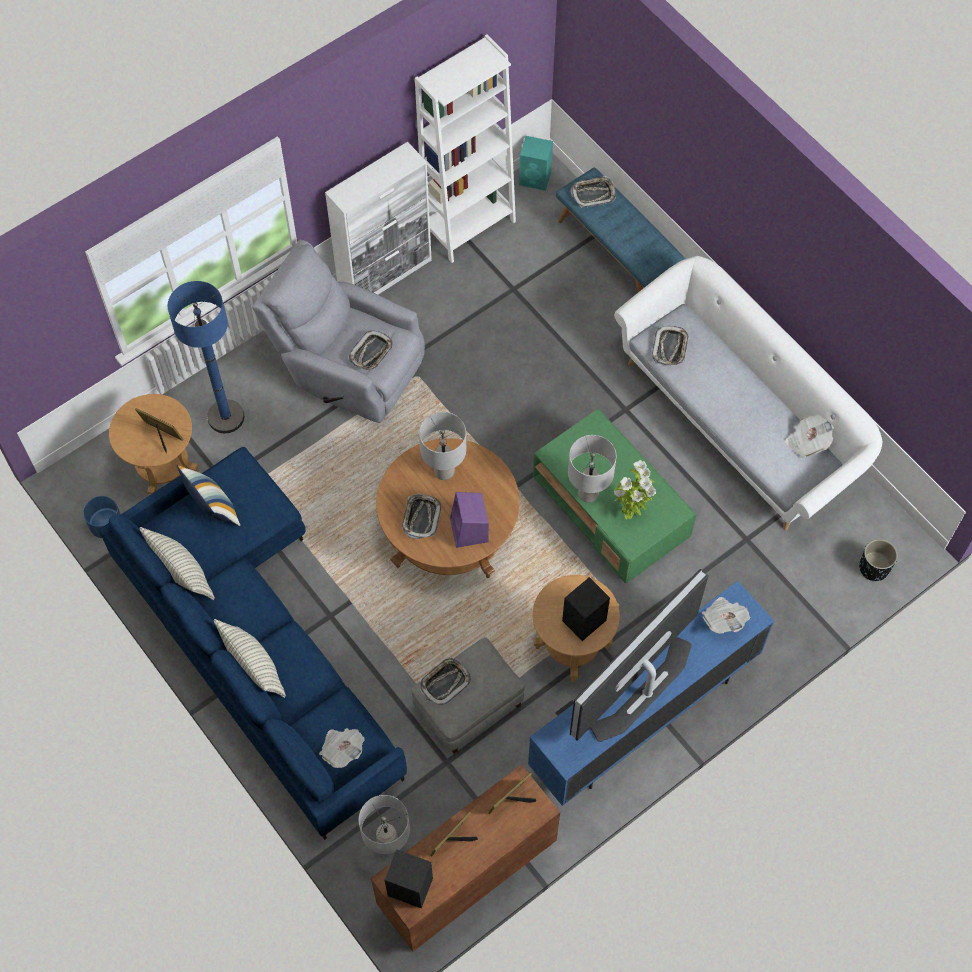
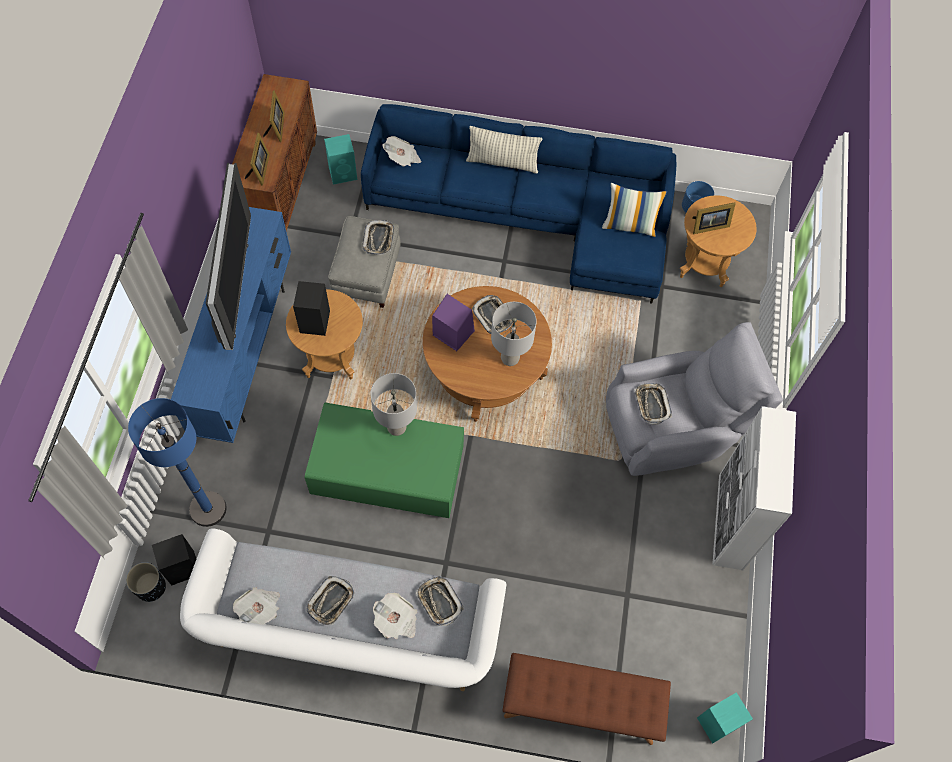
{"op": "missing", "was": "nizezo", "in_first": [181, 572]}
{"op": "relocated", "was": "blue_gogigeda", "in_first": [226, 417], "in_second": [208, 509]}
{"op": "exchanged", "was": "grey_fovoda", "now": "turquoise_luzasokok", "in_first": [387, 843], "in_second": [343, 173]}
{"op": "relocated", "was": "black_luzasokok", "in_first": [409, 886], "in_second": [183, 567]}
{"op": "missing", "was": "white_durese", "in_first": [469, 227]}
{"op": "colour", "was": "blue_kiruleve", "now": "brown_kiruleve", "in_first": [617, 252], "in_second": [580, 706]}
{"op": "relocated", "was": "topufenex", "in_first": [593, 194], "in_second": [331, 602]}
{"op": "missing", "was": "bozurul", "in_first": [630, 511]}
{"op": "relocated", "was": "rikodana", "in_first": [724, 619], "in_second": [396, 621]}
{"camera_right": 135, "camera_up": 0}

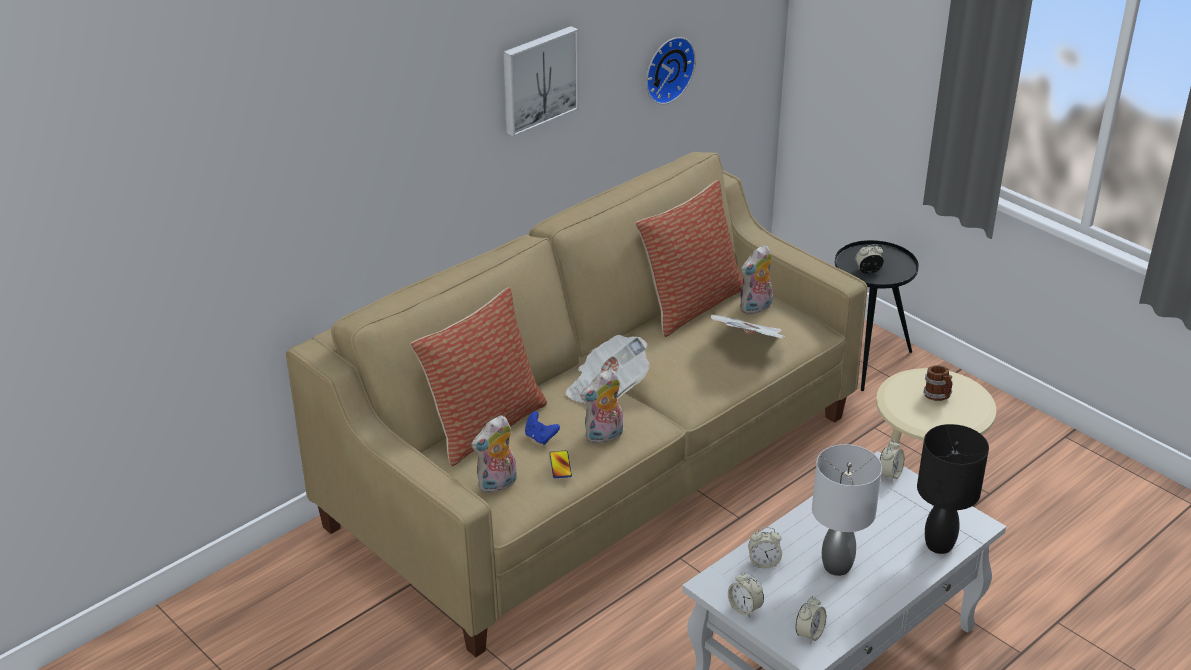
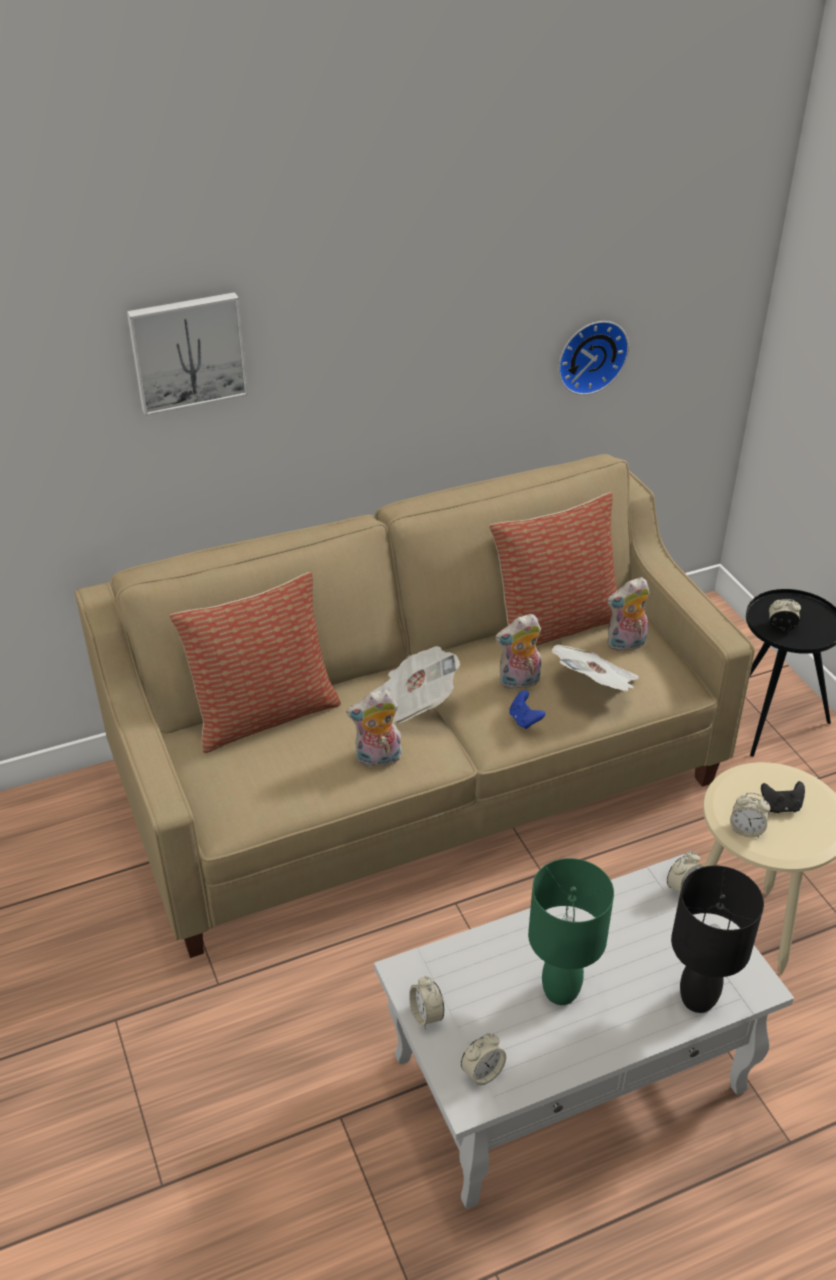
{"op": "relocated", "was": "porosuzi", "in_first": [497, 485], "in_second": [519, 682]}
{"op": "relocated", "was": "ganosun", "in_first": [538, 79], "in_second": [187, 352]}
{"op": "relocated", "was": "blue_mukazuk", "in_first": [540, 437], "in_second": [524, 720]}
{"op": "missing", "was": "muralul", "in_first": [560, 465]}
{"op": "relocated", "was": "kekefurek", "in_first": [763, 562], "in_second": [746, 829]}
{"op": "colour", "was": "grey_fovoda", "now": "green_fovoda", "in_first": [838, 566], "in_second": [562, 991]}
{"op": "exchanged", "was": "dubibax", "now": "black_mukazuk", "in_first": [938, 397], "in_second": [781, 806]}
{"camera_right": 20, "camera_up": 5}

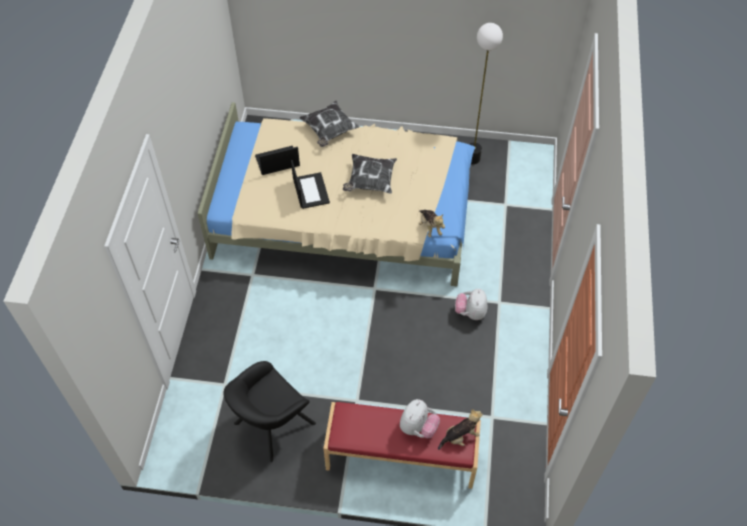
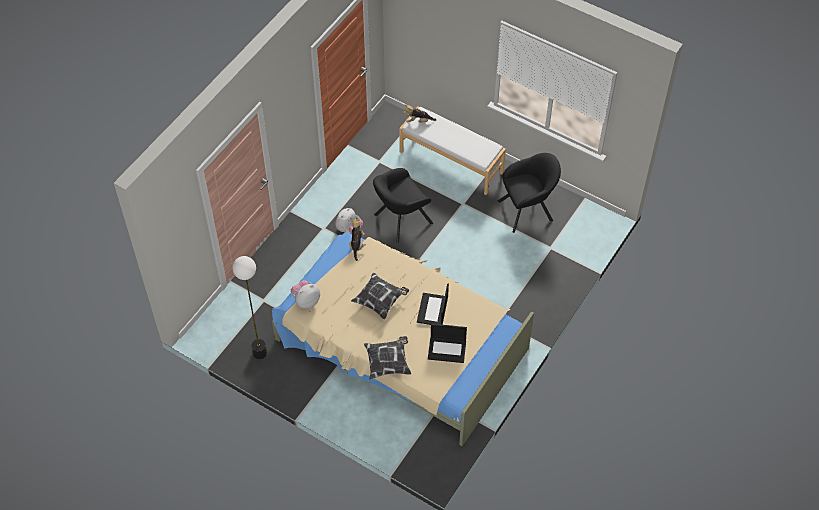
{"op": "colour", "was": "red_kiruleve", "now": "white_kiruleve", "in_first": [401, 457], "in_second": [451, 161]}
{"op": "relocated", "was": "porosuzi", "in_first": [418, 427], "in_second": [306, 301]}
{"op": "appeared", "now": "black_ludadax", "in_second": [400, 220]}
{"camera_right": -155, "camera_up": 0}

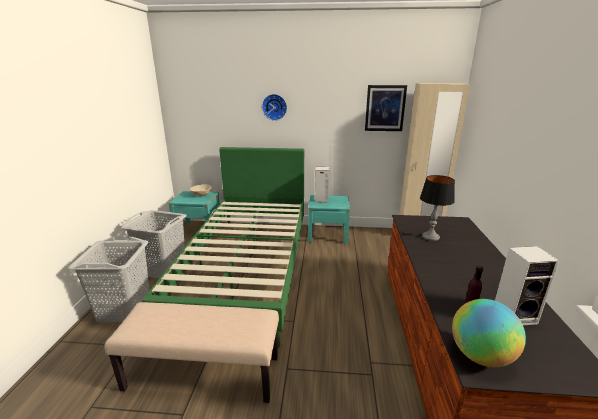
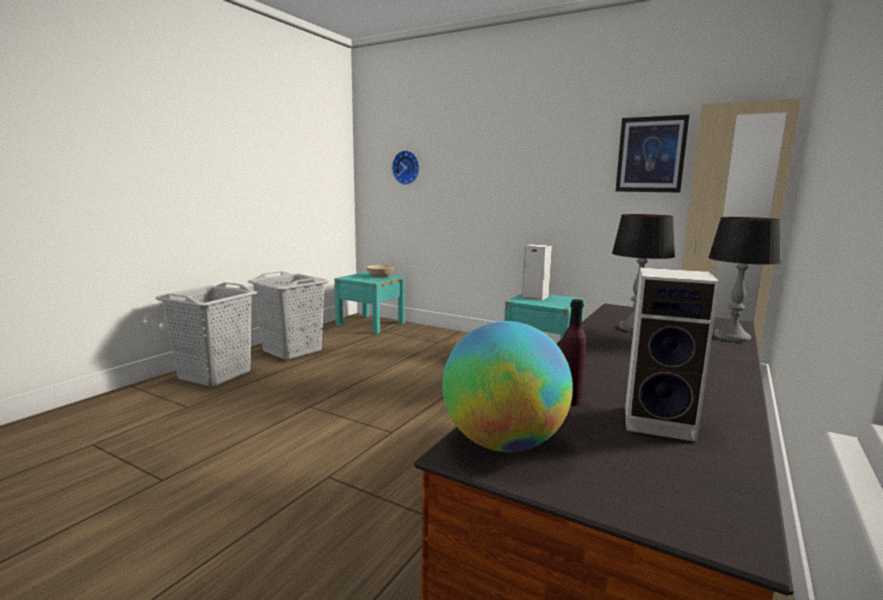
{"op": "missing", "was": "beige_kiruleve", "in_first": [204, 373]}
{"op": "missing", "was": "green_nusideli", "in_first": [247, 268]}
{"op": "relocated", "was": "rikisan", "in_first": [274, 107], "in_second": [407, 167]}
{"op": "appeared", "now": "fovoda", "in_second": [731, 337]}
{"camera_right": 25, "camera_up": -10}

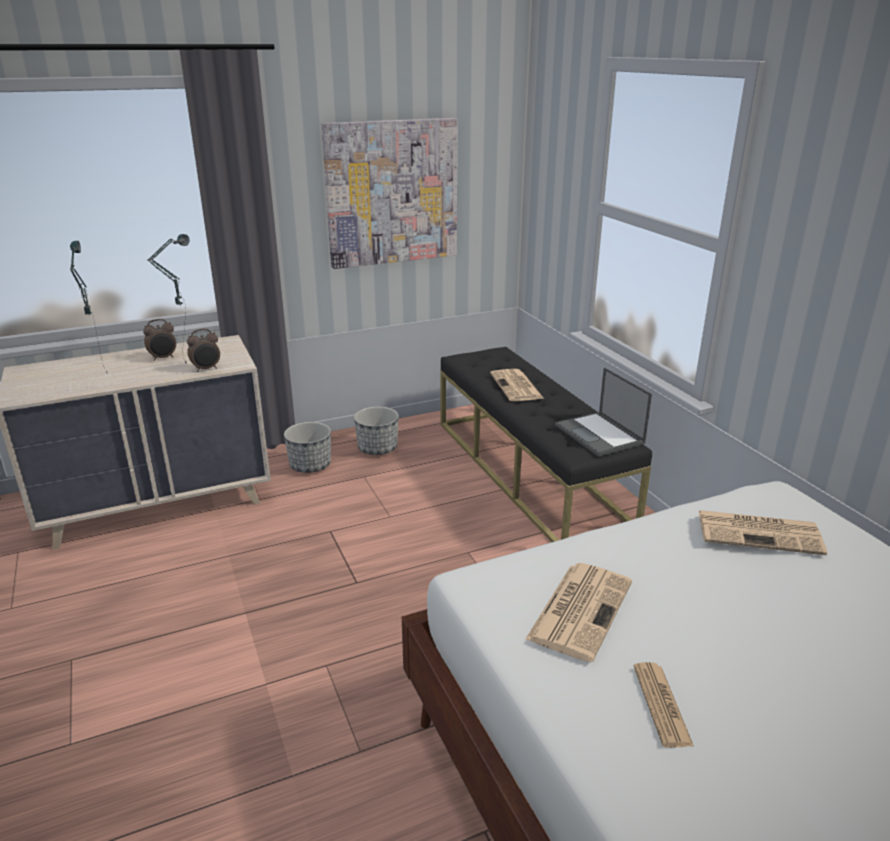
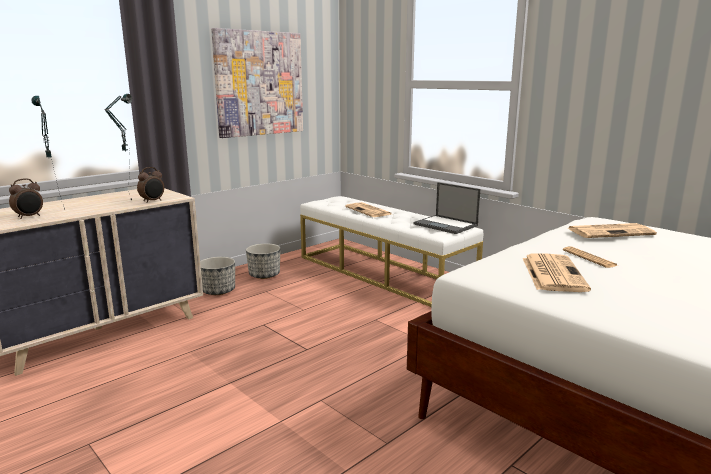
{"op": "relocated", "was": "kekefurek", "in_first": [163, 358], "in_second": [29, 217]}
{"op": "colour", "was": "black_kiruleve", "now": "white_kiruleve", "in_first": [529, 472], "in_second": [383, 273]}
{"op": "relocated", "was": "rikodana", "in_first": [661, 704], "in_second": [589, 258]}
{"camera_right": -20, "camera_up": -10}

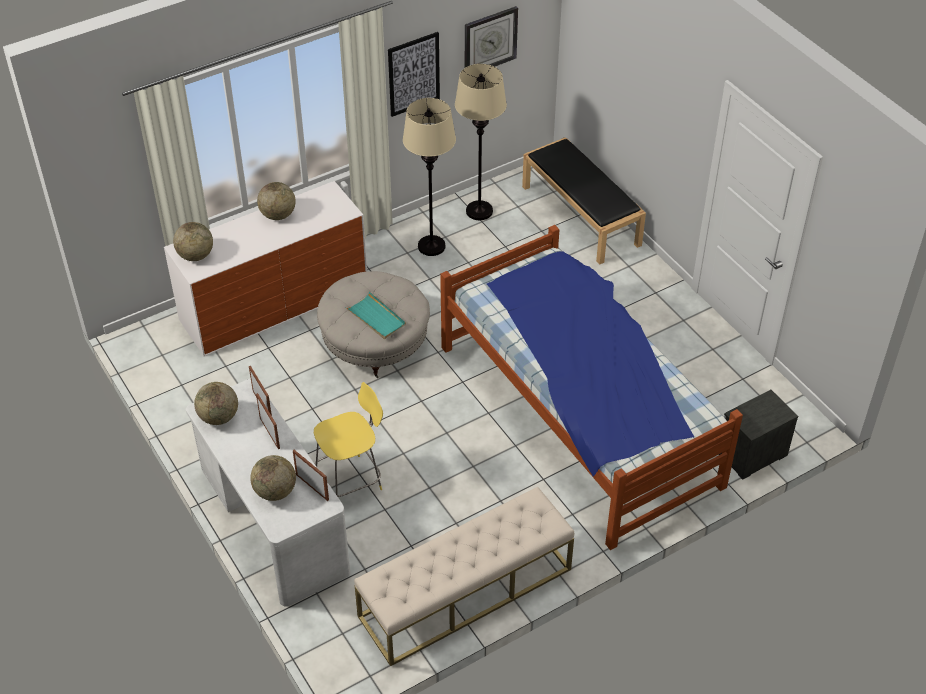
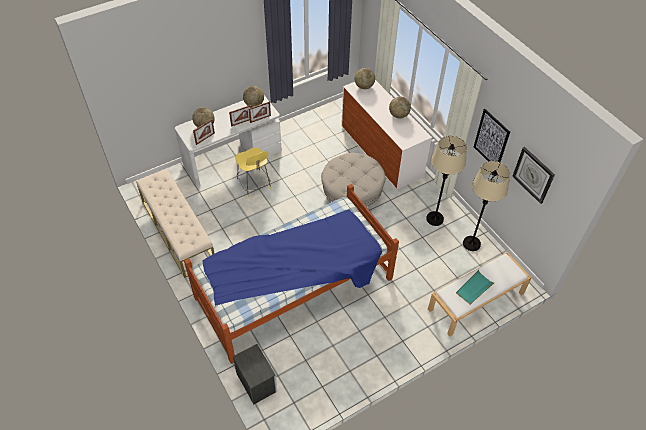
{"op": "relocated", "was": "turquoise_topufenex", "in_first": [376, 318], "in_second": [474, 288]}
{"op": "colour", "was": "black_kiruleve", "now": "white_kiruleve", "in_first": [581, 216], "in_second": [476, 301]}
{"camera_right": 90, "camera_up": 5}

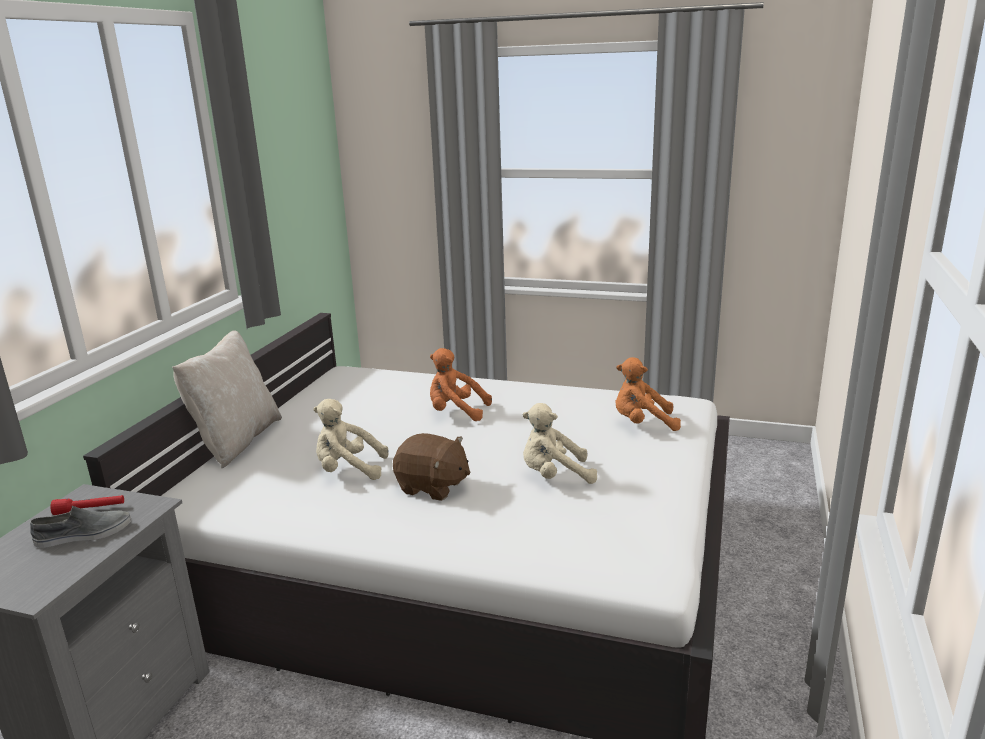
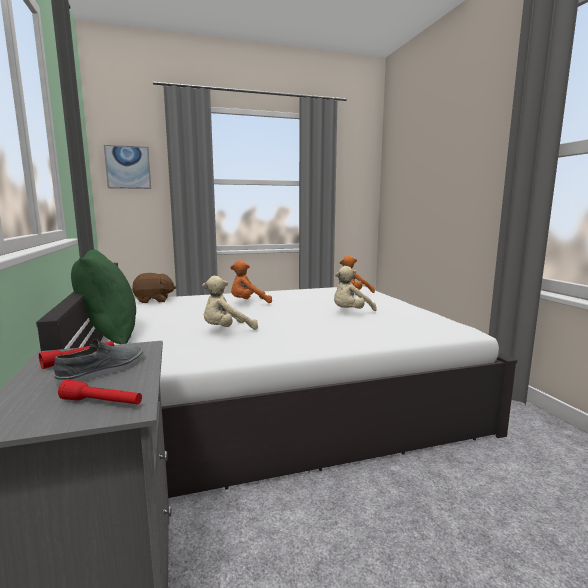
{"op": "colour", "was": "beige_nizezo", "now": "green_nizezo", "in_first": [236, 441], "in_second": [109, 334]}
{"op": "relocated", "was": "brown_porosuzi", "in_first": [432, 487], "in_second": [154, 300]}
{"op": "appeared", "now": "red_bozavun", "in_second": [102, 403]}
{"op": "appeared", "now": "ganosun", "in_second": [128, 167]}
{"camera_right": -35, "camera_up": -10}

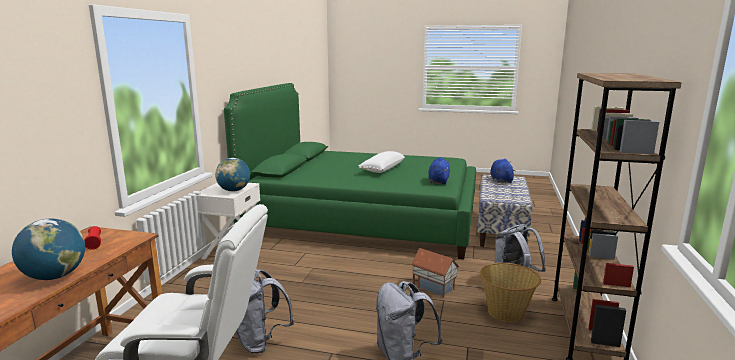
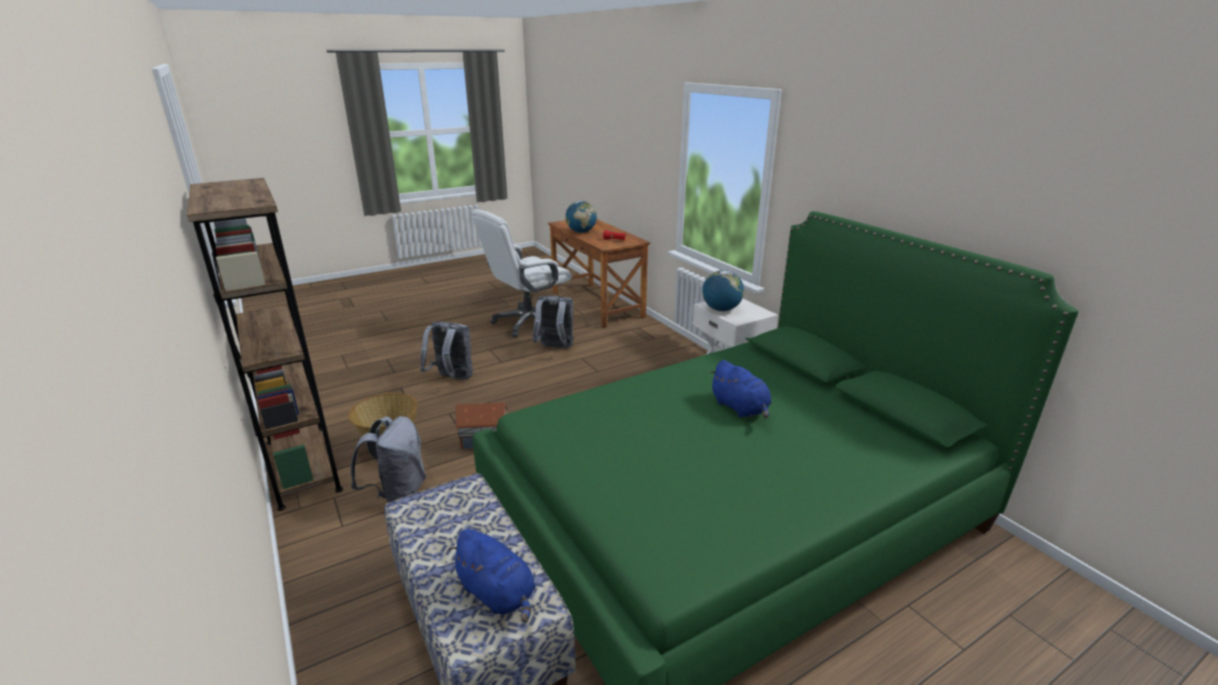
{"op": "missing", "was": "white_nizezo", "in_first": [381, 169]}
{"op": "relocated", "was": "blue_porosuzi", "in_first": [438, 181], "in_second": [740, 408]}
{"camera_right": 135, "camera_up": 10}

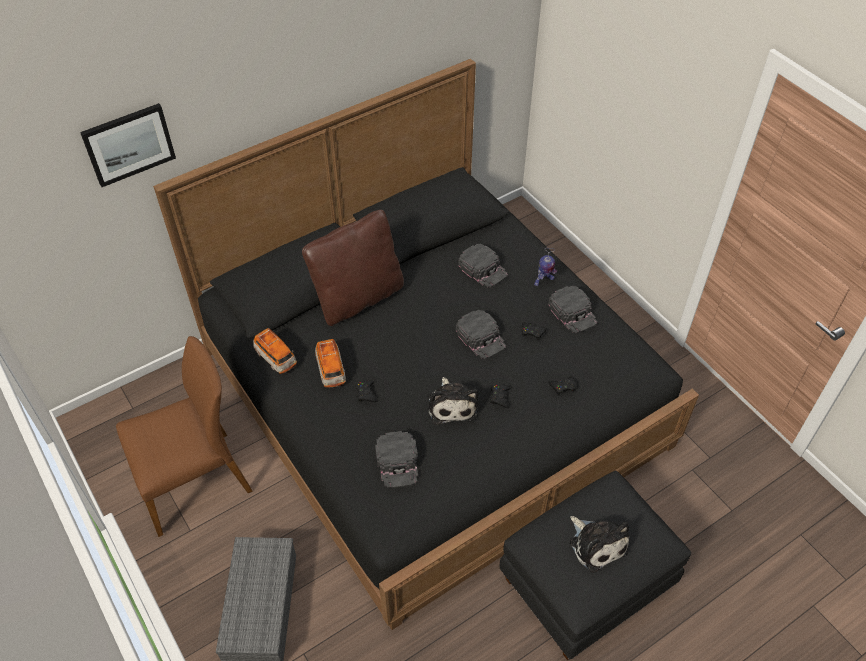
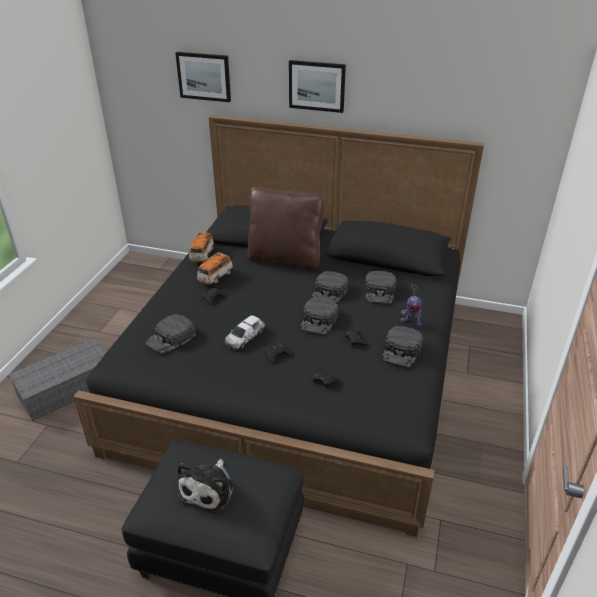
{"op": "missing", "was": "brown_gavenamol", "in_first": [194, 480]}
{"op": "exchanged", "was": "porosuzi", "now": "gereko", "in_first": [452, 405], "in_second": [244, 337]}
{"op": "appeared", "now": "ganosun", "in_second": [317, 86]}
{"op": "appeared", "now": "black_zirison", "in_second": [329, 292]}
{"camera_right": 50, "camera_up": -15}

